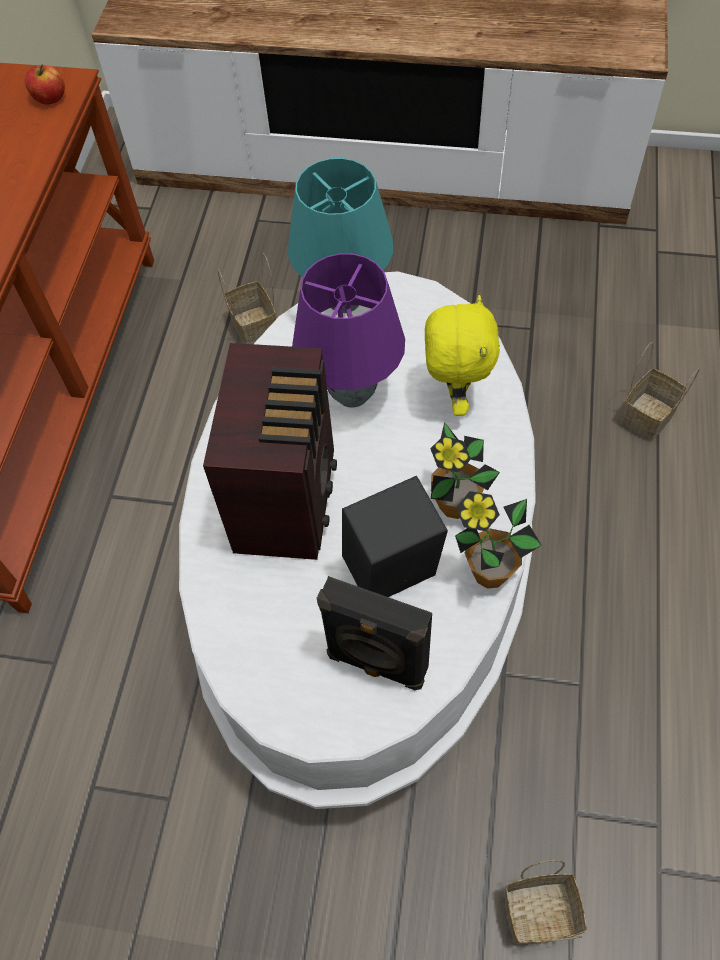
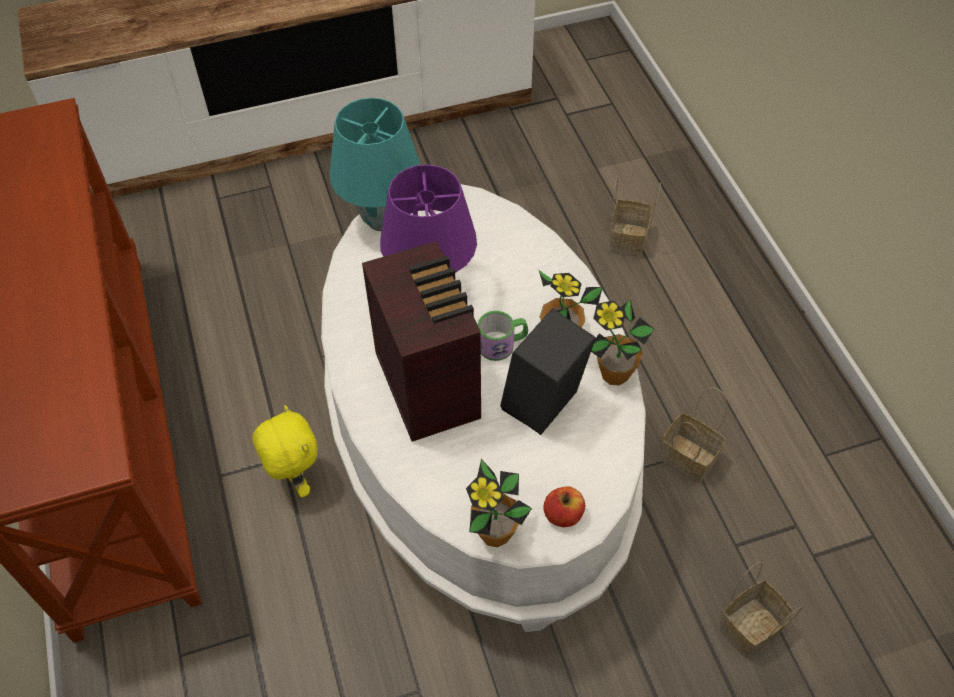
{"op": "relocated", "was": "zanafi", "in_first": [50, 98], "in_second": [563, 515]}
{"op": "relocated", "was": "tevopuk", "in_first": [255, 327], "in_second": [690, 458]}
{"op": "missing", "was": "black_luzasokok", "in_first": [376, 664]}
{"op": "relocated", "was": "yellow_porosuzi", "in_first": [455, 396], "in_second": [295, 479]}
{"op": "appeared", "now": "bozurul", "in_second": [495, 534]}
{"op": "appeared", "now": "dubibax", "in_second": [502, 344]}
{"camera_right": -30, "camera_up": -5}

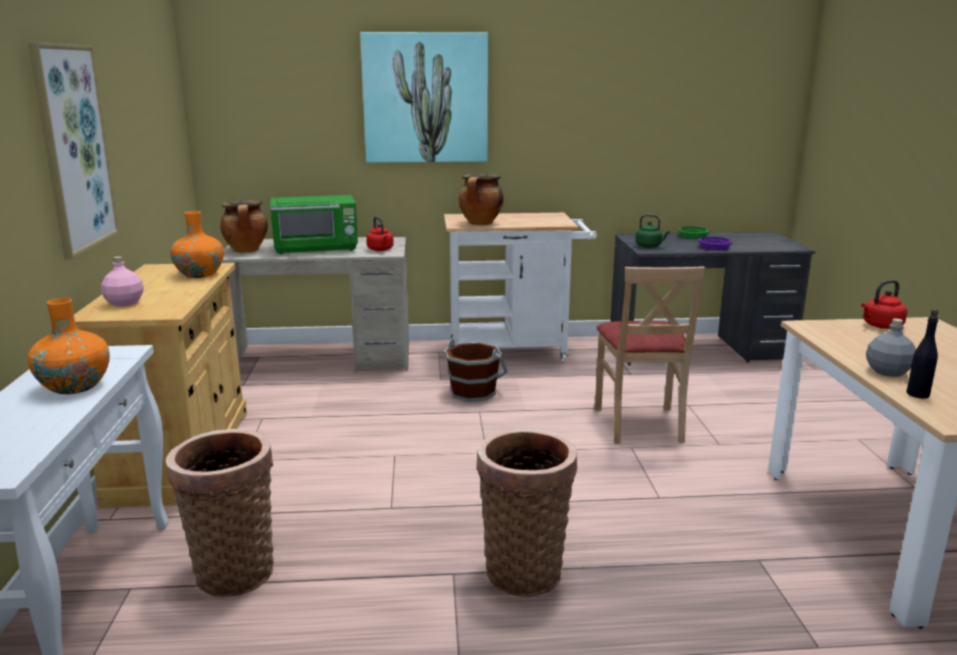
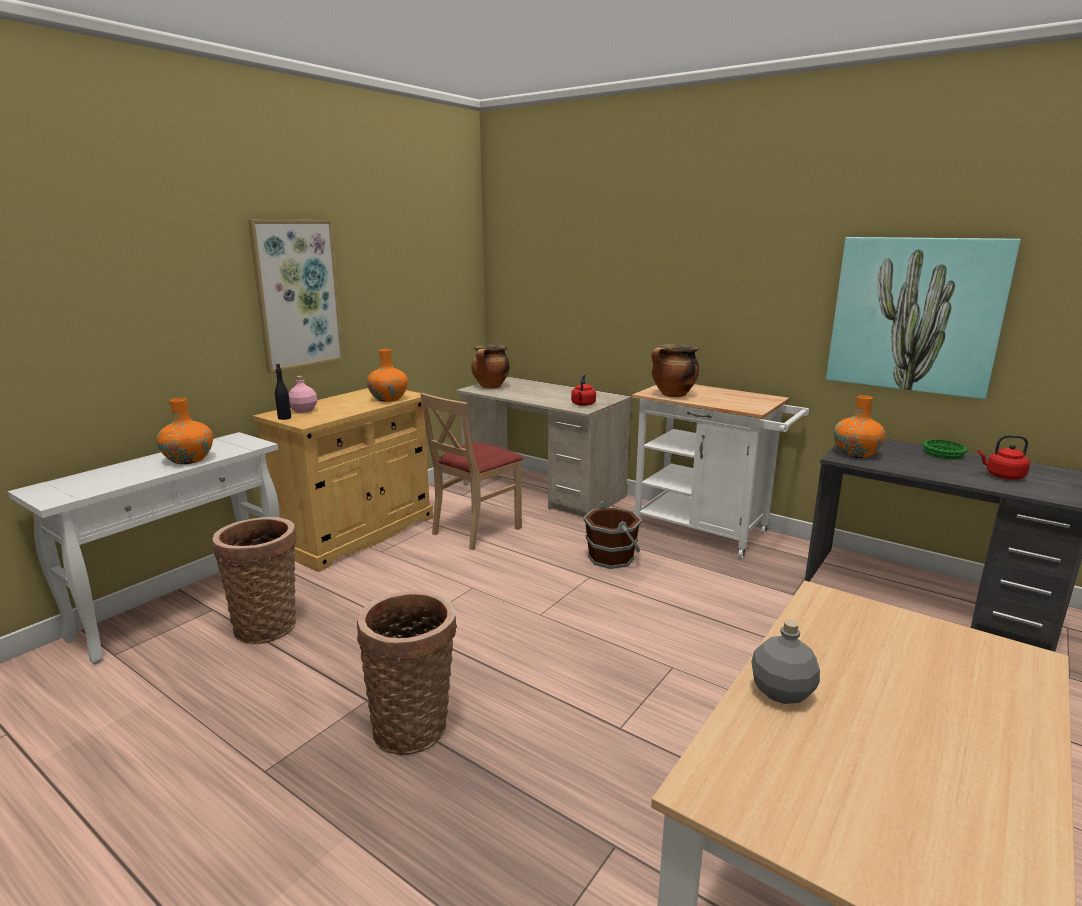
{"op": "missing", "was": "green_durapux", "in_first": [317, 248]}
{"op": "relocated", "was": "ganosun", "in_first": [425, 98], "in_second": [915, 315]}
{"op": "relocated", "was": "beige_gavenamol", "in_first": [640, 424], "in_second": [475, 530]}
{"op": "exchanged", "was": "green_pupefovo", "now": "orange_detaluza", "in_first": [650, 246], "in_second": [856, 454]}
{"op": "missing", "was": "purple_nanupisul", "in_first": [714, 247]}
{"op": "relocated", "was": "red_pupefovo", "in_first": [880, 326], "in_second": [1002, 476]}
{"op": "relocated", "was": "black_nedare", "in_first": [917, 394], "in_second": [284, 418]}
{"camera_right": 40, "camera_up": 0}

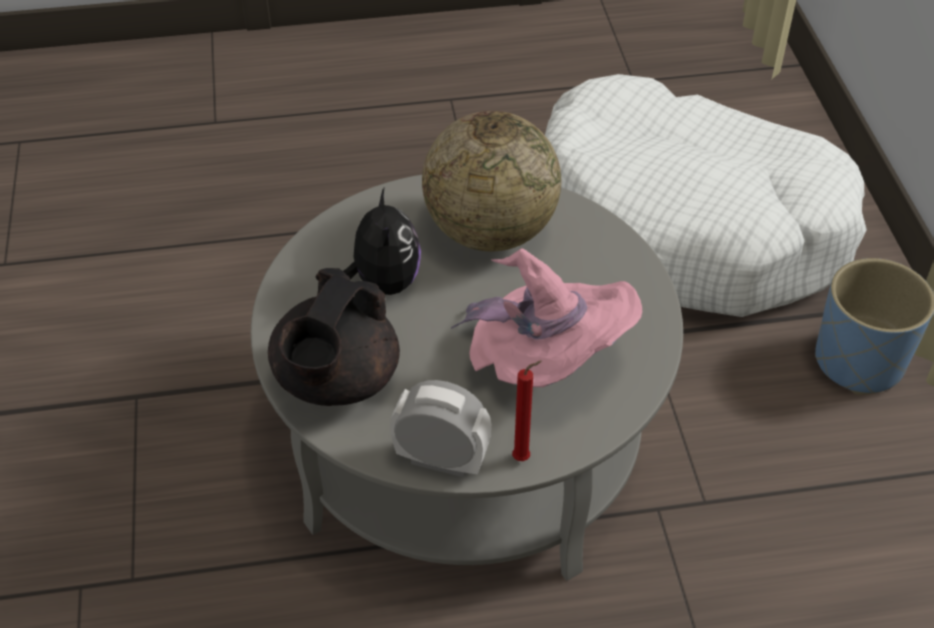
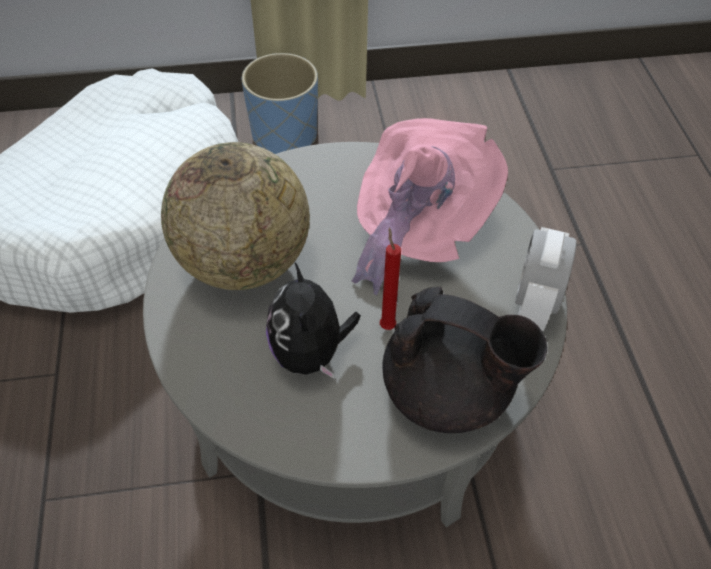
{"op": "spun", "was": "porosuzi", "in_first": [383, 282], "in_second": [311, 353], "clockwise": -90}
{"op": "relocated", "was": "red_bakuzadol", "in_first": [524, 458], "in_second": [387, 324]}
{"camera_right": -90, "camera_up": 5}

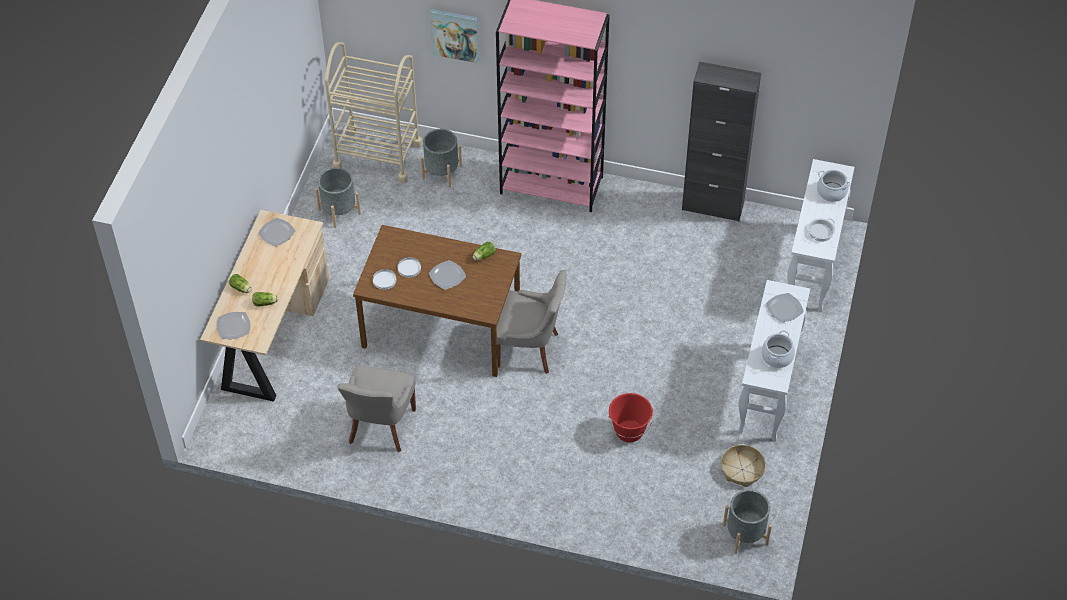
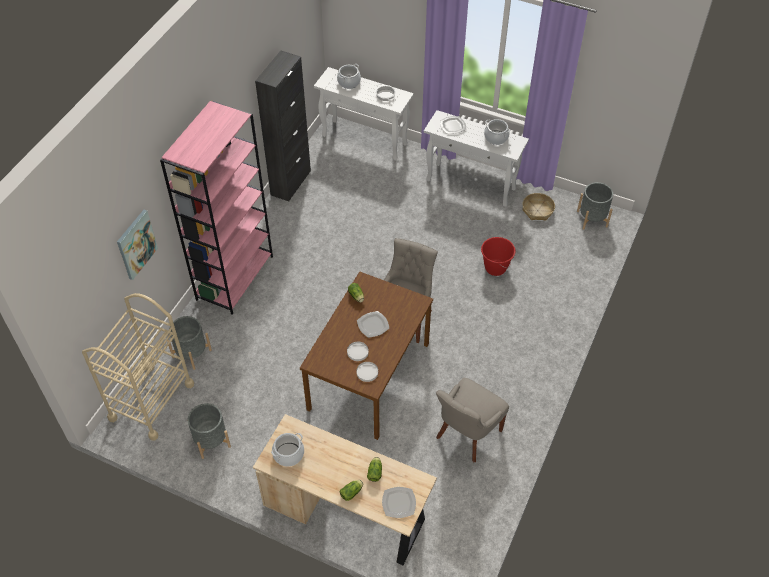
{"op": "exchanged", "was": "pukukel", "now": "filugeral", "in_first": [277, 233], "in_second": [288, 454]}
{"op": "spun", "was": "grey_gavenamol", "in_first": [380, 427], "in_second": [467, 434], "clockwise": 105}
{"camera_right": -80, "camera_up": 0}

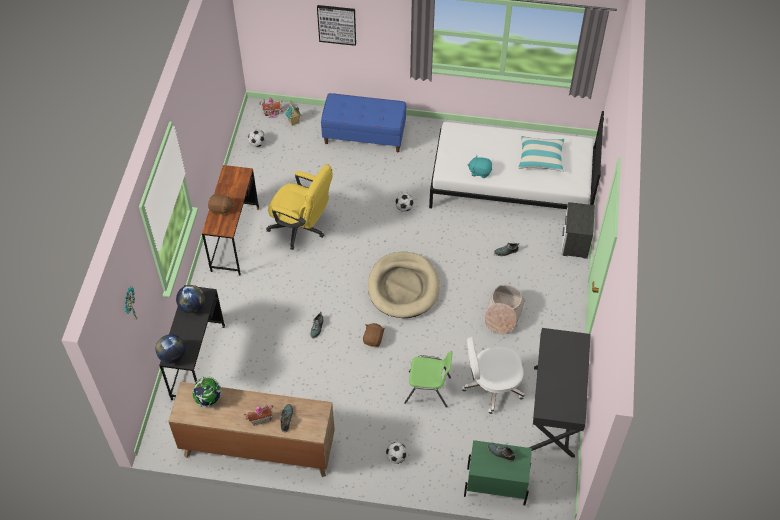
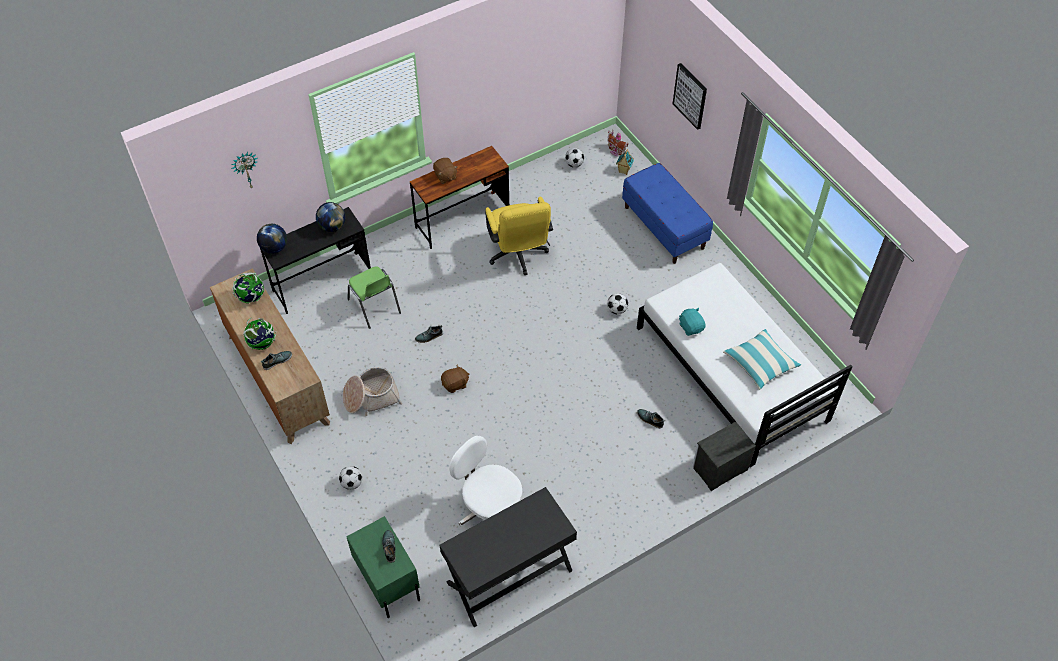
{"op": "exchanged", "was": "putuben", "now": "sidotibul", "in_first": [260, 418], "in_second": [262, 343]}
{"op": "missing", "was": "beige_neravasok", "in_first": [403, 287]}
{"op": "relocated", "was": "green_gavenamol", "in_first": [428, 390], "in_second": [375, 307]}
{"op": "relocated", "was": "tevopuk", "in_first": [503, 314], "in_second": [371, 397]}
{"camera_right": 50, "camera_up": 0}

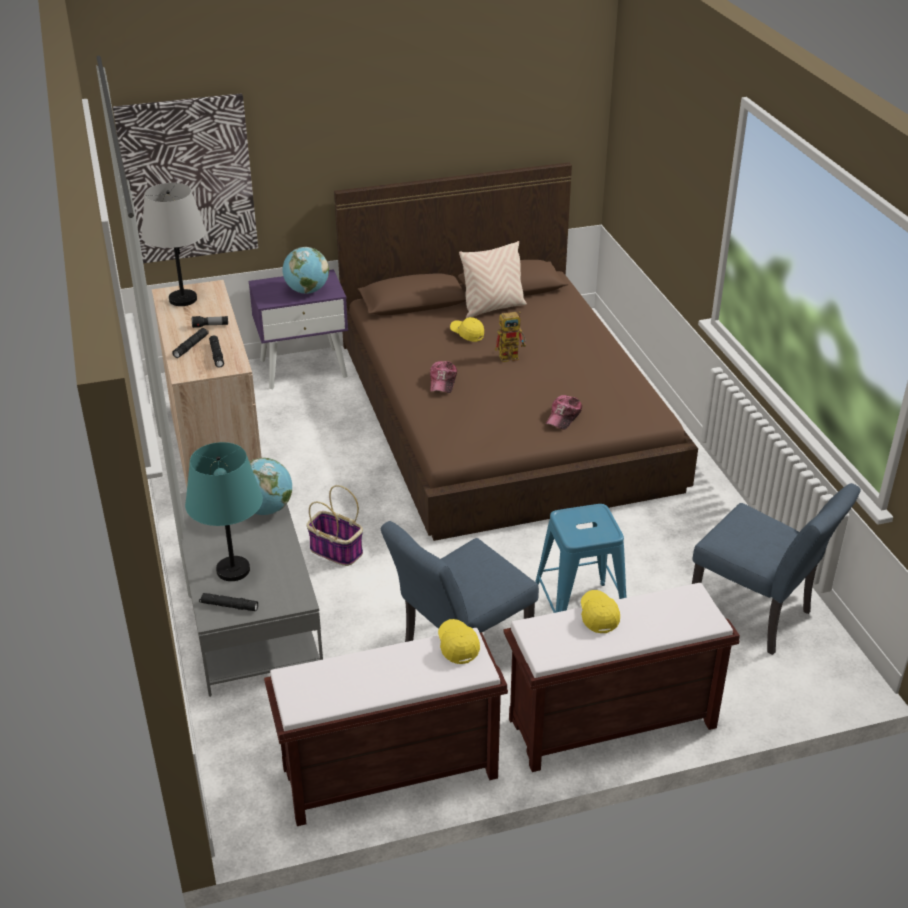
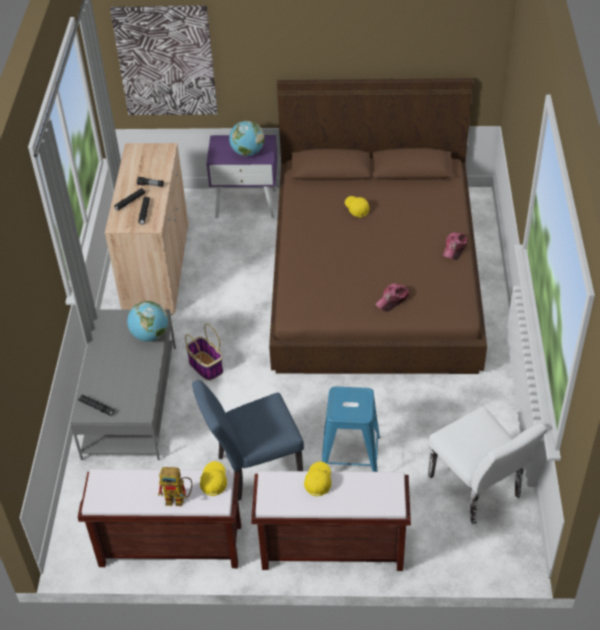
{"op": "missing", "was": "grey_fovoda", "in_first": [182, 299]}
{"op": "missing", "was": "turquoise_fovoda", "in_first": [233, 570]}
{"op": "relocated", "was": "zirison", "in_first": [443, 382], "in_second": [455, 248]}
{"op": "missing", "was": "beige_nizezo", "in_first": [493, 308]}
{"op": "relocated", "was": "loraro", "in_first": [512, 356], "in_second": [179, 499]}
{"op": "colour", "was": "blue_gavenamol", "now": "white_gavenamol", "in_first": [758, 617], "in_second": [478, 491]}
{"camera_right": 20, "camera_up": 10}

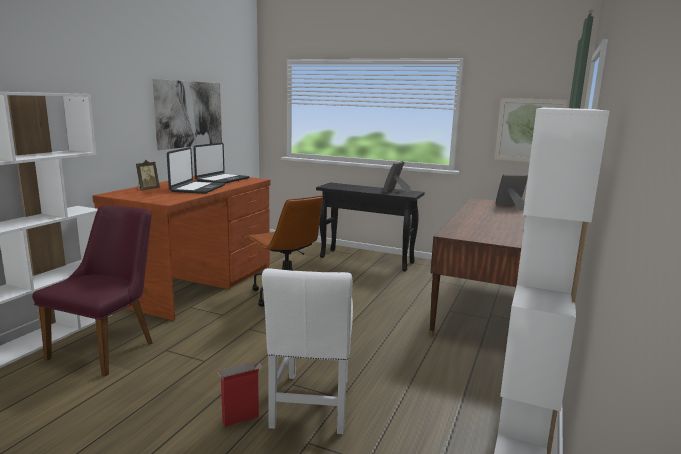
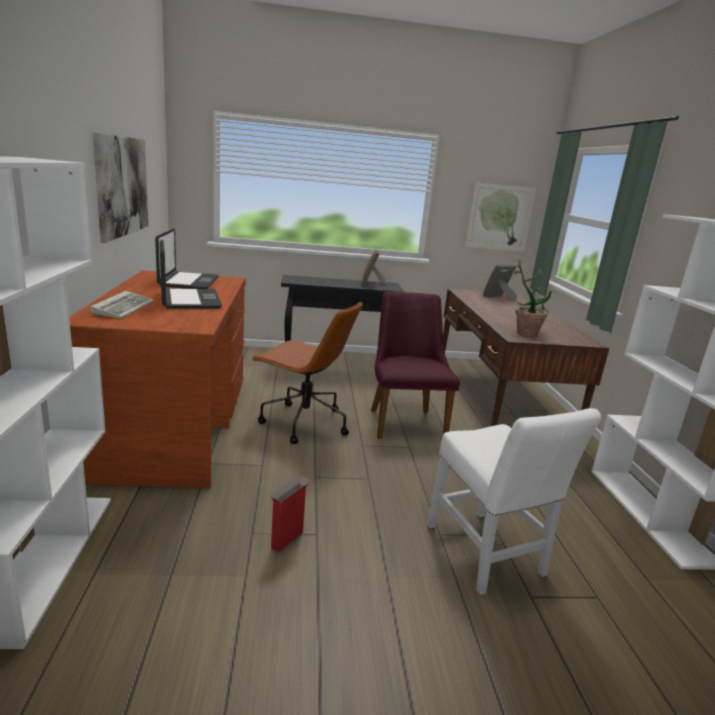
{"op": "relocated", "was": "purple_gavenamol", "in_first": [110, 347], "in_second": [404, 420]}
{"op": "exchanged", "was": "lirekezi", "now": "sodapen", "in_first": [147, 190], "in_second": [123, 307]}
{"op": "relocated", "was": "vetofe", "in_first": [241, 419], "in_second": [287, 539]}
{"op": "appeared", "now": "bozurul", "in_second": [524, 332]}
{"camera_right": -30, "camera_up": 5}

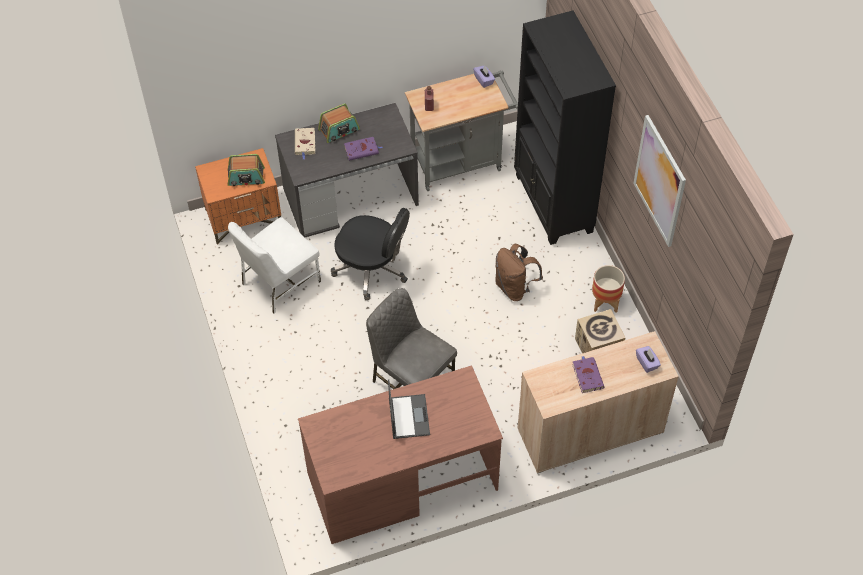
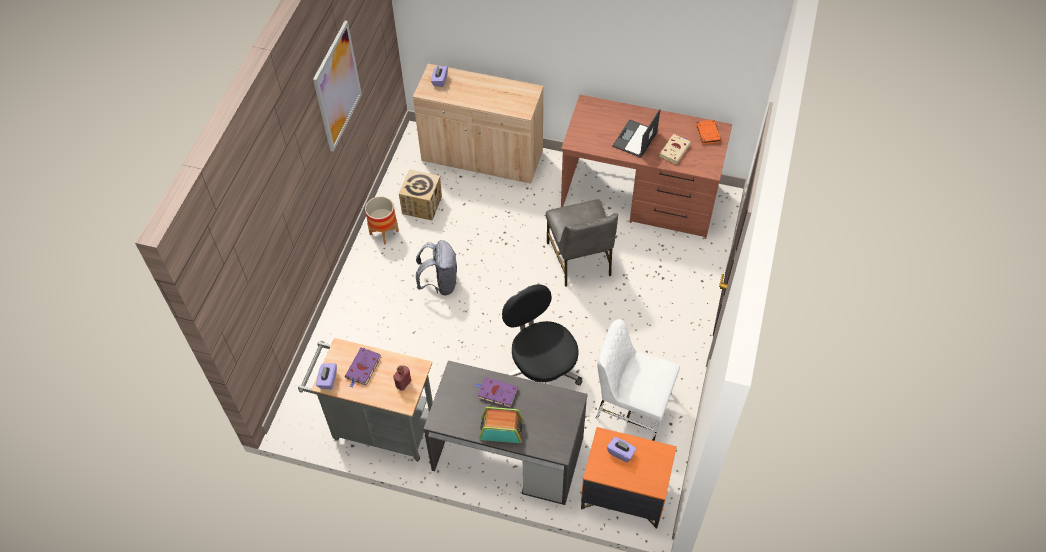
{"op": "exchanged", "was": "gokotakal", "now": "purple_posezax", "in_first": [246, 177], "in_second": [621, 452]}
{"op": "spun", "was": "white_gavenamol", "in_first": [279, 282], "in_second": [632, 405], "clockwise": -150}
{"op": "relocated", "was": "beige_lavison", "in_first": [305, 144], "in_second": [675, 150]}
{"op": "colour", "was": "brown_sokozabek", "now": "grey_sokozabek", "in_first": [515, 287], "in_second": [440, 283]}
{"op": "missing", "was": "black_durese", "in_first": [553, 204]}
{"op": "relocated", "was": "purple_lavison", "in_first": [587, 375], "in_second": [363, 368]}
{"op": "appeared", "now": "orange_lavison", "in_second": [707, 133]}
{"camera_right": -145, "camera_up": 0}

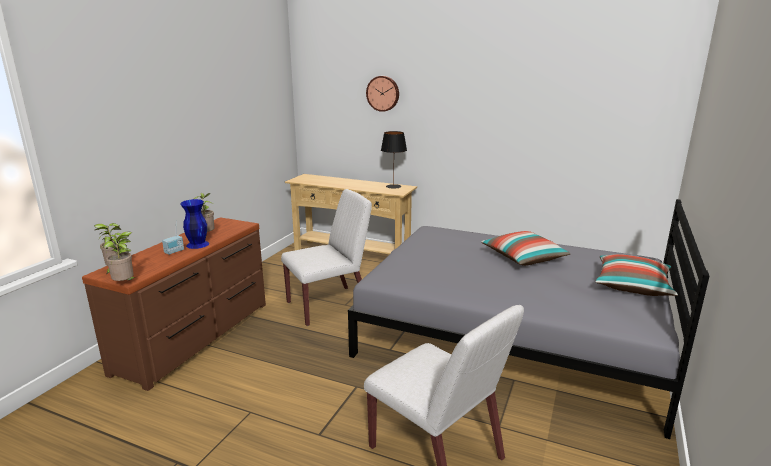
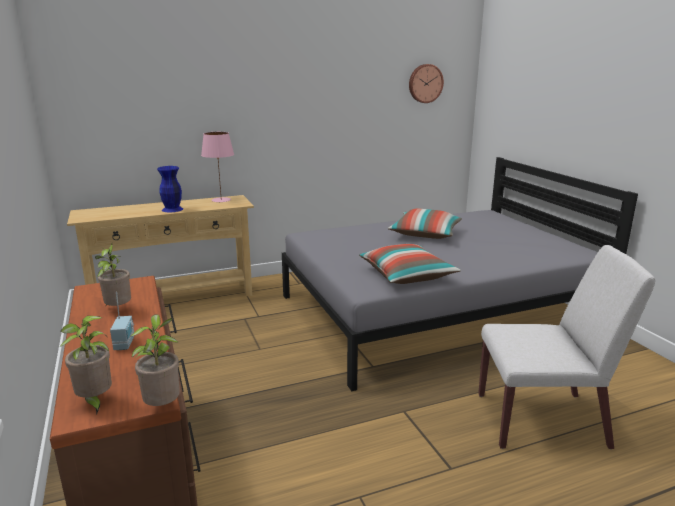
{"op": "relocated", "was": "blue_detaluza", "in_first": [197, 244], "in_second": [172, 209]}
{"op": "missing", "was": "white_gavenamol", "in_first": [329, 305]}
{"op": "relocated", "was": "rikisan", "in_first": [383, 93], "in_second": [425, 83]}
{"op": "colour", "was": "black_fovoda", "now": "pink_fovoda", "in_first": [393, 186], "in_second": [221, 200]}
{"op": "relocated", "was": "nizezo", "in_first": [632, 286], "in_second": [406, 275]}
{"camera_right": -45, "camera_up": 0}

